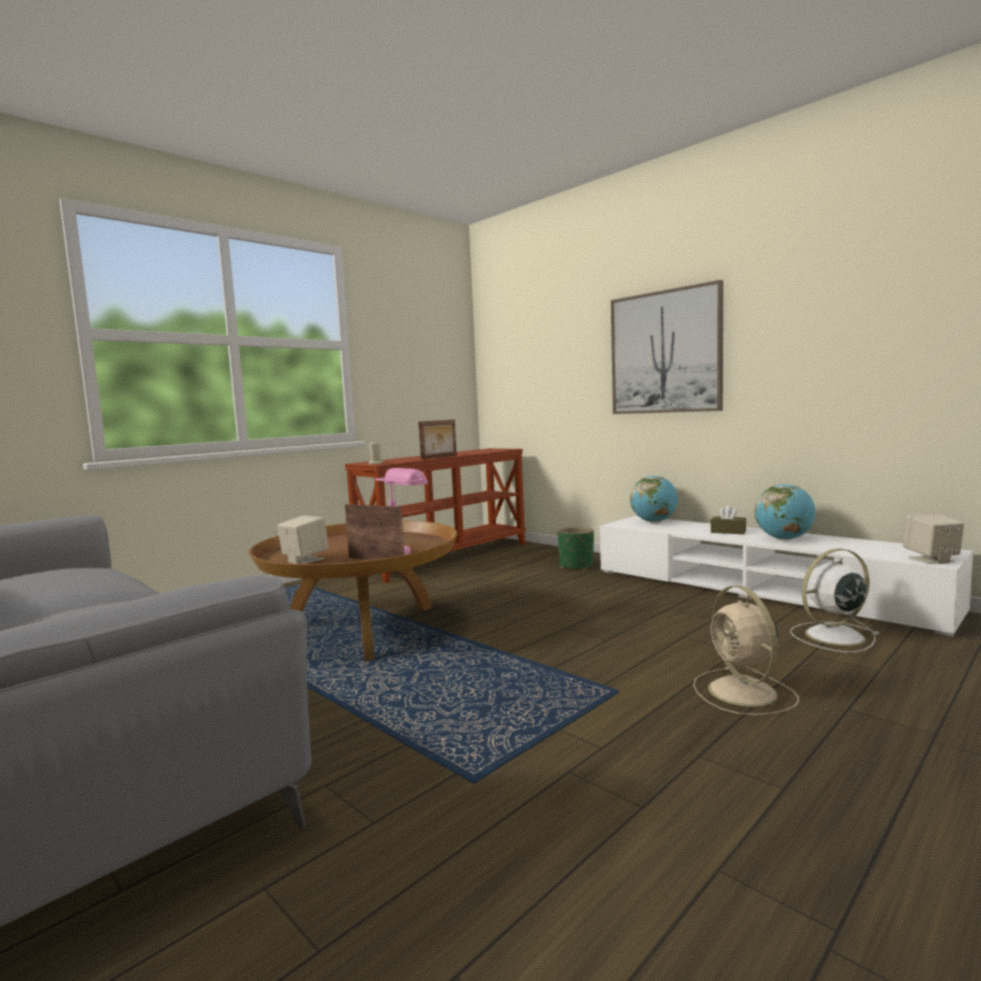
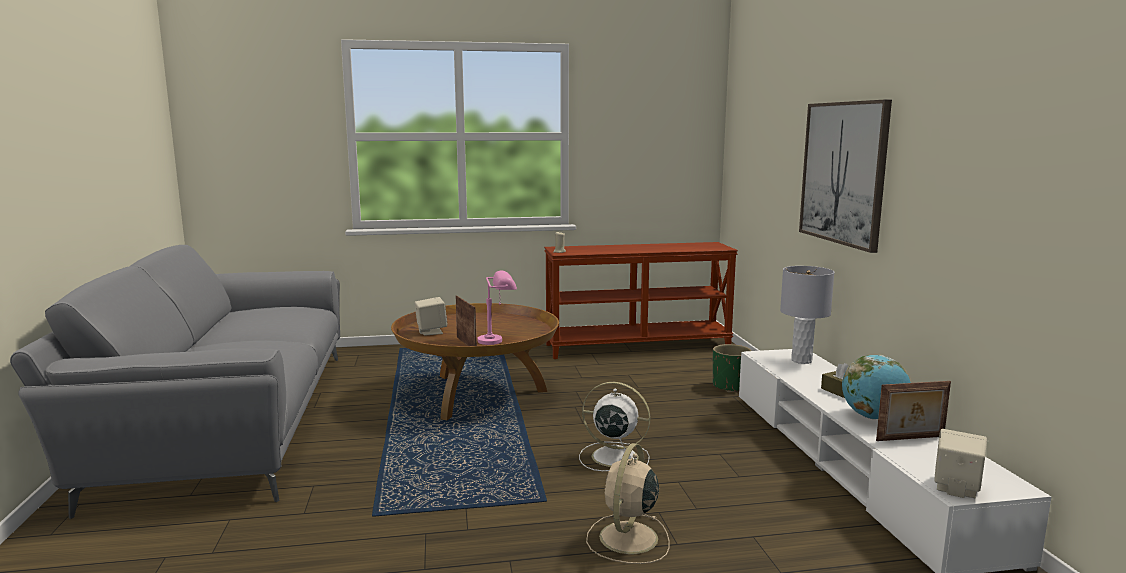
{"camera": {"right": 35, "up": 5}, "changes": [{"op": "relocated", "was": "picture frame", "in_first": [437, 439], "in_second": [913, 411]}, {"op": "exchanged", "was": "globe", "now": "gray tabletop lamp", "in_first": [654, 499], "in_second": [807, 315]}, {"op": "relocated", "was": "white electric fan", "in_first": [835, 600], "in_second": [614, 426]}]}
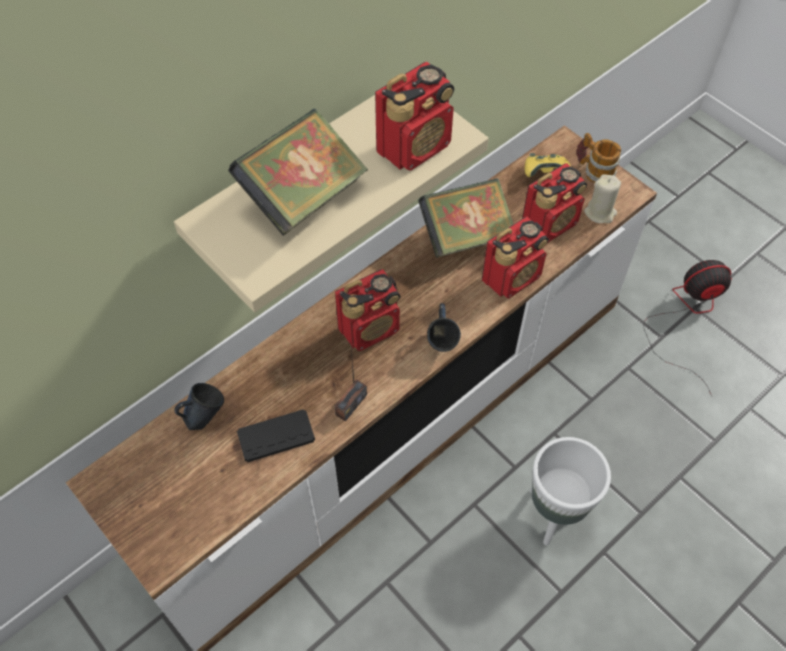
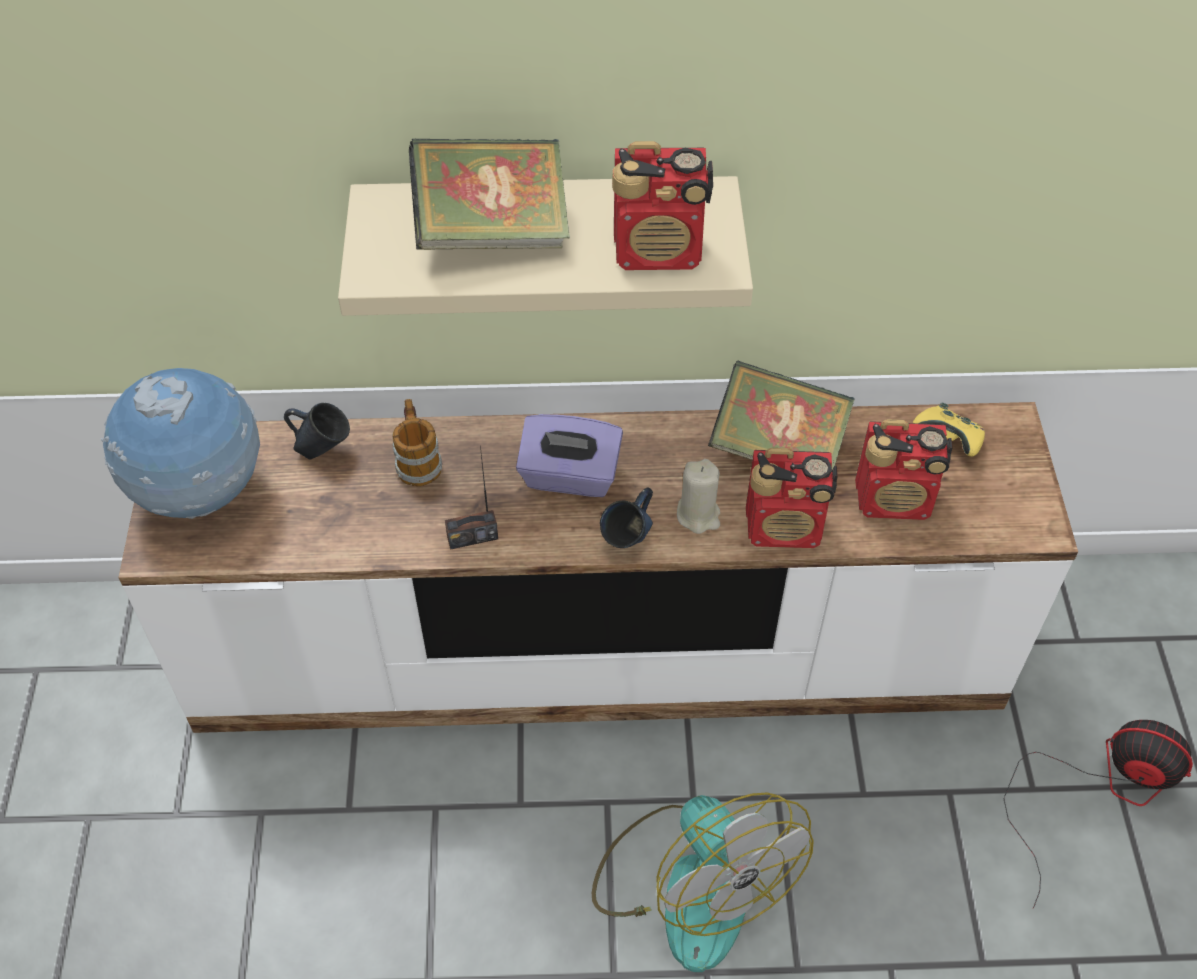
{"camera": {"right": 40, "up": -5}, "changes": [{"op": "missing", "was": "blackish gamepad", "in_first": [276, 436]}, {"op": "exchanged", "was": "radio set", "now": "purplish tissue holder", "in_first": [368, 310], "in_second": [569, 455]}, {"op": "exchanged", "was": "white planter", "now": "electric fan", "in_first": [570, 491], "in_second": [703, 882]}, {"op": "relocated", "was": "mug", "in_first": [598, 158], "in_second": [417, 442]}, {"op": "relocated", "was": "beige wax candle", "in_first": [602, 199], "in_second": [698, 496]}, {"op": "appeared", "now": "globe", "in_second": [180, 443]}]}
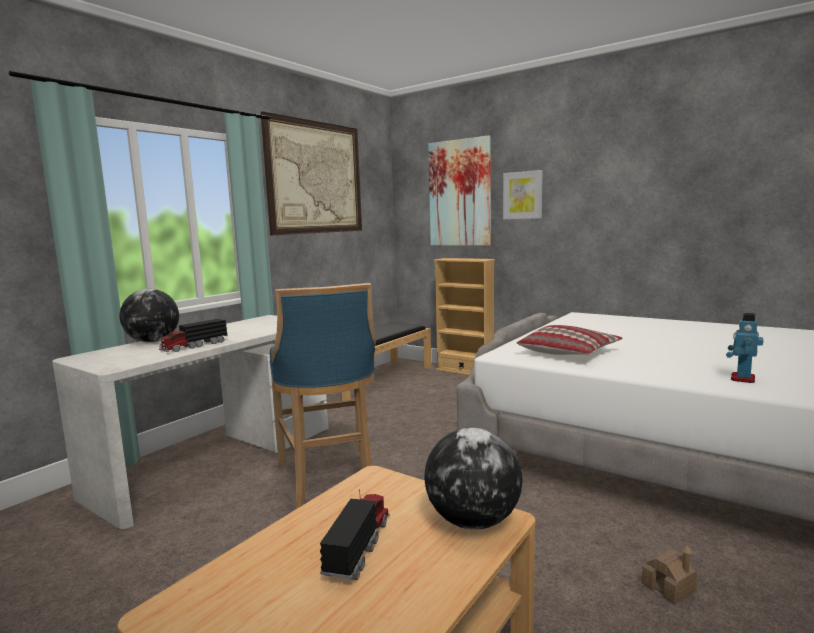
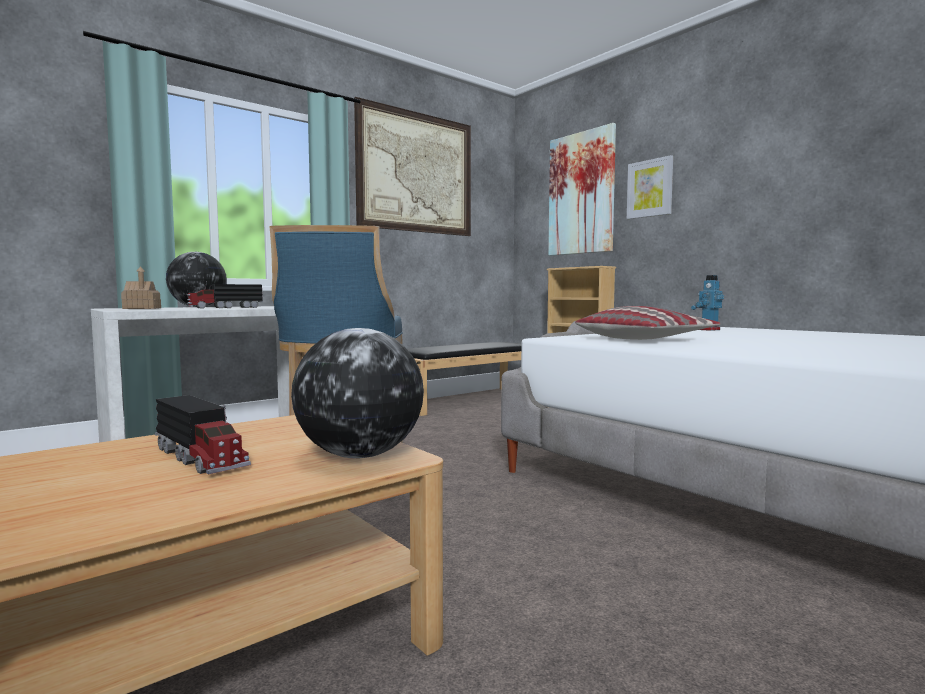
{"camera": {"right": 15, "up": -5}, "changes": [{"op": "spun", "was": "toy lorry", "in_first": [354, 534], "in_second": [203, 435], "clockwise": 105}, {"op": "relocated", "was": "model house", "in_first": [669, 574], "in_second": [141, 287]}, {"op": "relocated", "was": "model robot", "in_first": [745, 348], "in_second": [707, 303]}]}
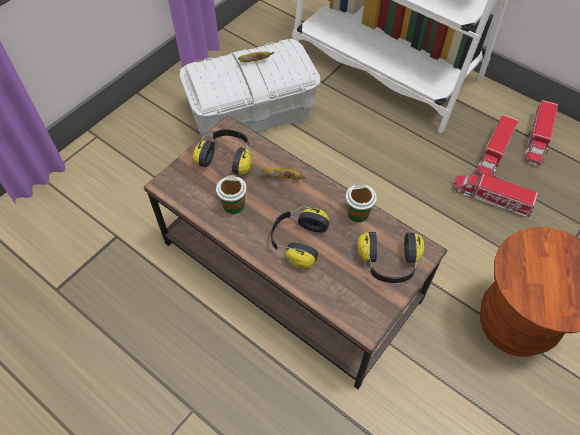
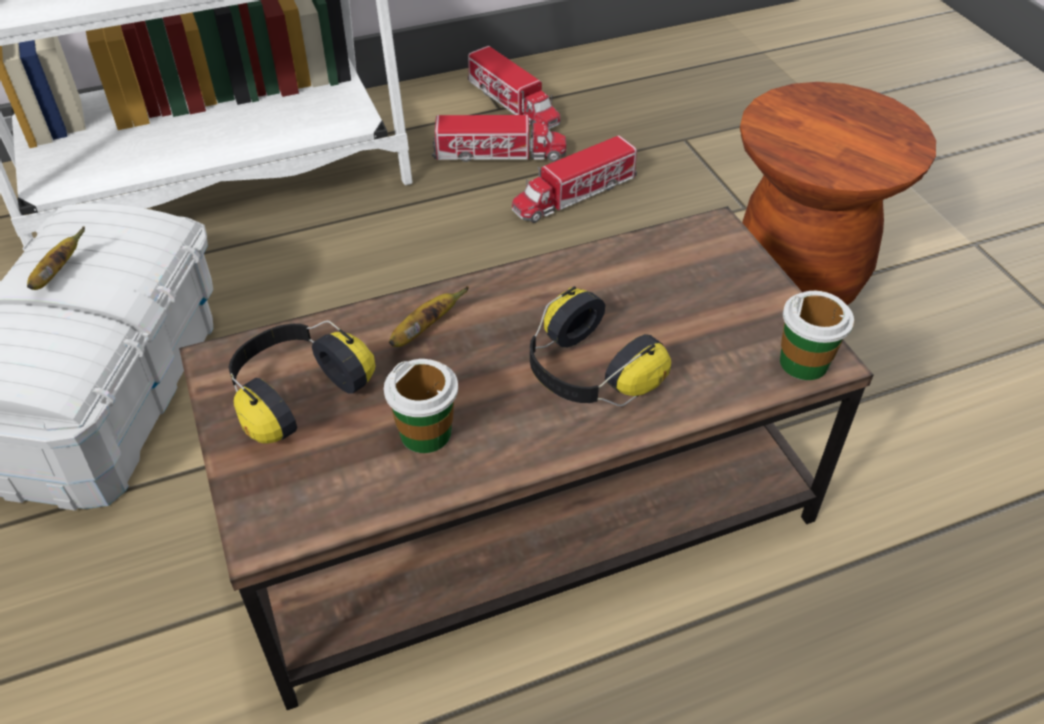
{"camera": {"right": -60, "up": -10}, "changes": [{"op": "relocated", "was": "cup", "in_first": [361, 202], "in_second": [817, 335]}, {"op": "missing", "was": "headset", "in_first": [391, 257]}, {"op": "spun", "was": "toy lorry", "in_first": [496, 146], "in_second": [499, 138], "clockwise": -60}]}
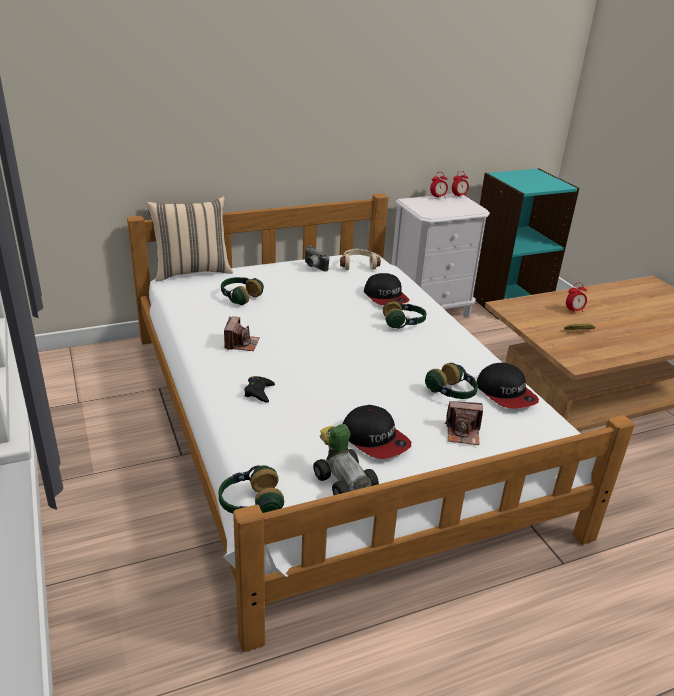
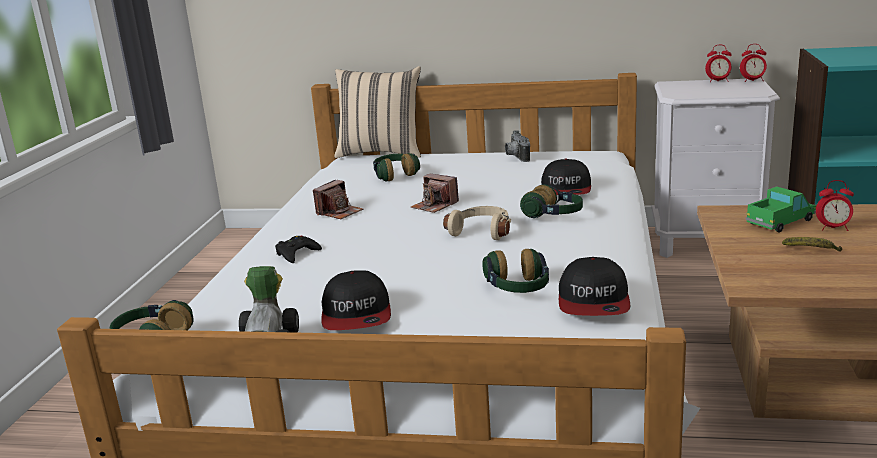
{"camera": {"right": 35, "up": -10}, "changes": [{"op": "relocated", "was": "beige headset", "in_first": [360, 259], "in_second": [477, 223]}, {"op": "relocated", "was": "still camera", "in_first": [464, 423], "in_second": [435, 193]}, {"op": "appeared", "now": "toy lorry", "in_second": [781, 209]}]}
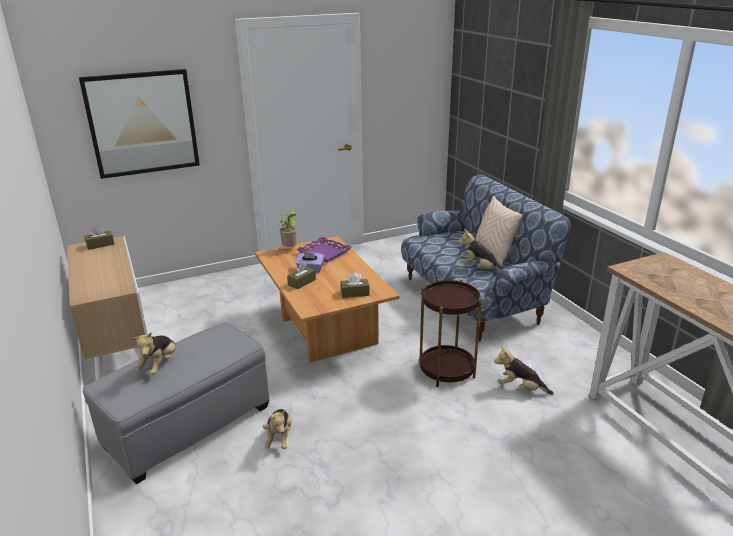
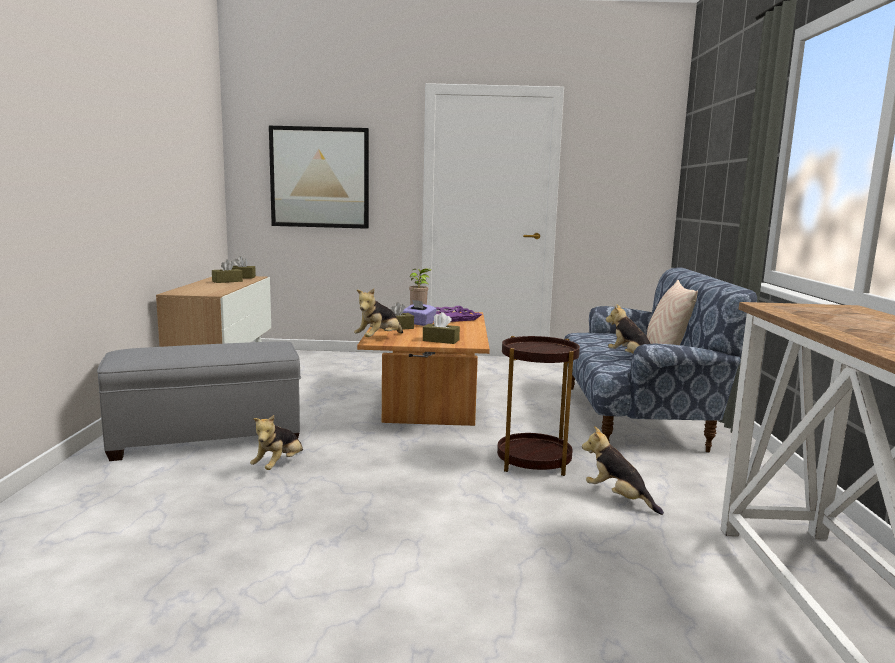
{"camera": {"right": 25, "up": -15}, "changes": [{"op": "relocated", "was": "cuddly toy", "in_first": [155, 353], "in_second": [378, 313]}, {"op": "appeared", "now": "brownish tissue holder", "in_second": [227, 271]}]}
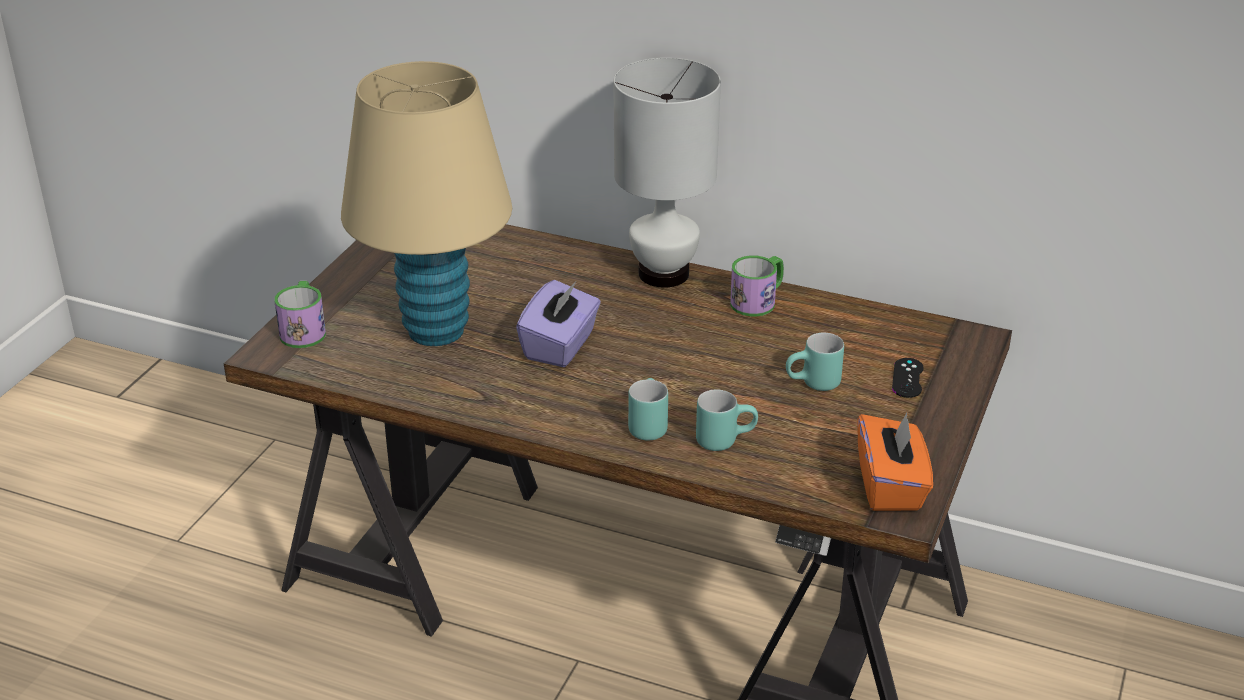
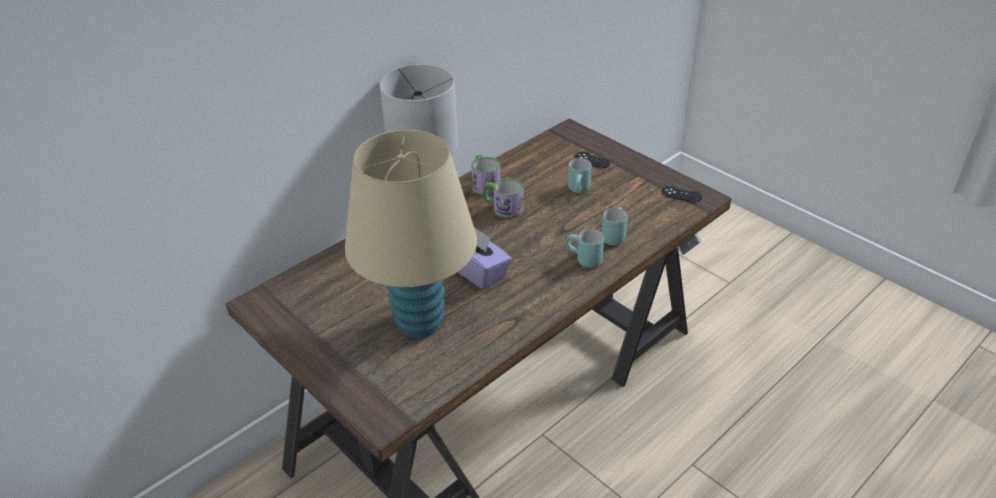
{"camera": {"right": -65, "up": 5}, "changes": [{"op": "relocated", "was": "mug", "in_first": [300, 314], "in_second": [503, 198]}, {"op": "exchanged", "was": "orange tissue holder", "now": "blackish gamepad", "in_first": [895, 461], "in_second": [682, 194]}]}
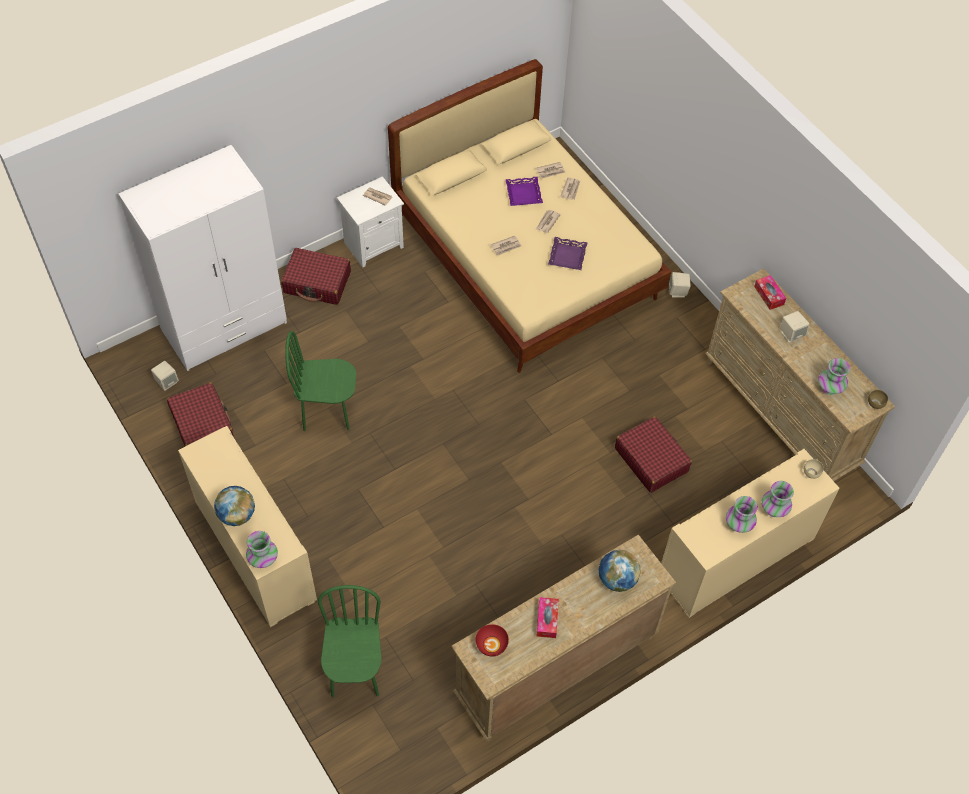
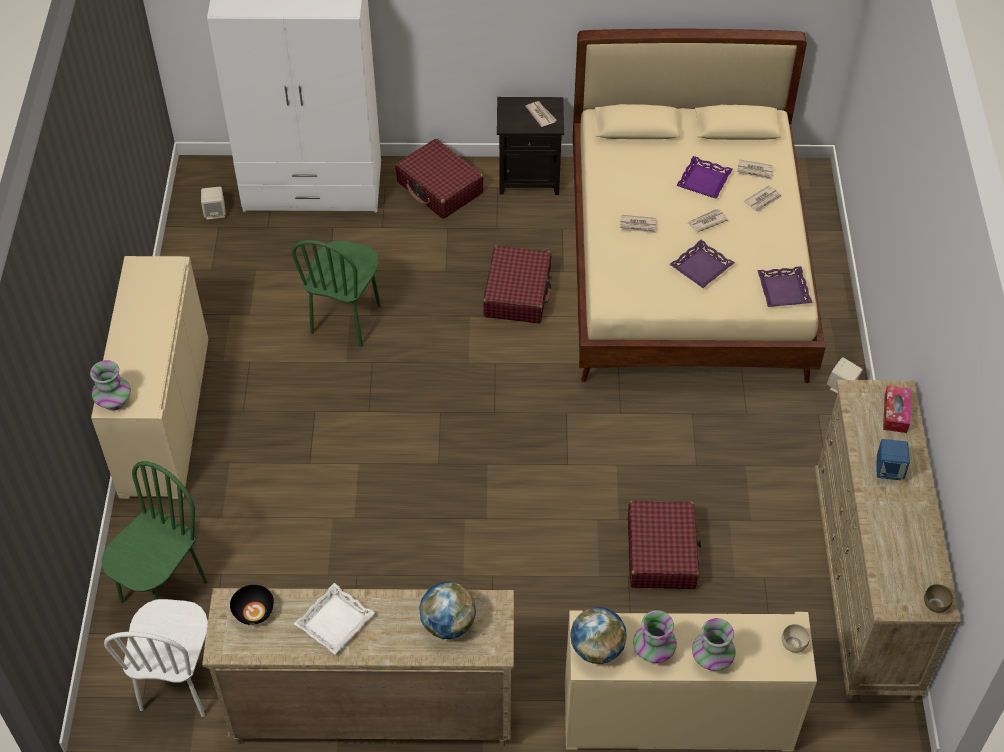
{"camera": {"right": 35, "up": -5}, "changes": [{"op": "relocated", "was": "red-coloured suitcase", "in_first": [200, 414], "in_second": [517, 284]}, {"op": "relocated", "was": "globe", "in_first": [234, 506], "in_second": [598, 635]}, {"op": "spun", "was": "green-coloured plain chair", "in_first": [320, 381], "in_second": [336, 293], "clockwise": -105}, {"op": "colour", "was": "white night table", "now": "blackish night table", "in_first": [370, 221], "in_second": [530, 146]}, {"op": "colour", "was": "red-coloured bowl", "now": "blackish bowl", "in_first": [492, 640], "in_second": [252, 605]}, {"op": "exchanged", "was": "tissue holder", "now": "white tray", "in_first": [548, 617], "in_second": [334, 618]}, {"op": "colour", "was": "beige audio speaker", "now": "blue-coloured audio speaker", "in_first": [794, 327], "in_second": [893, 459]}, {"op": "missing", "was": "flower vase", "in_first": [834, 376]}, {"op": "appeared", "now": "white plain chair", "in_second": [156, 658]}, {"op": "appeared", "now": "purplish tray", "in_second": [785, 286]}]}
